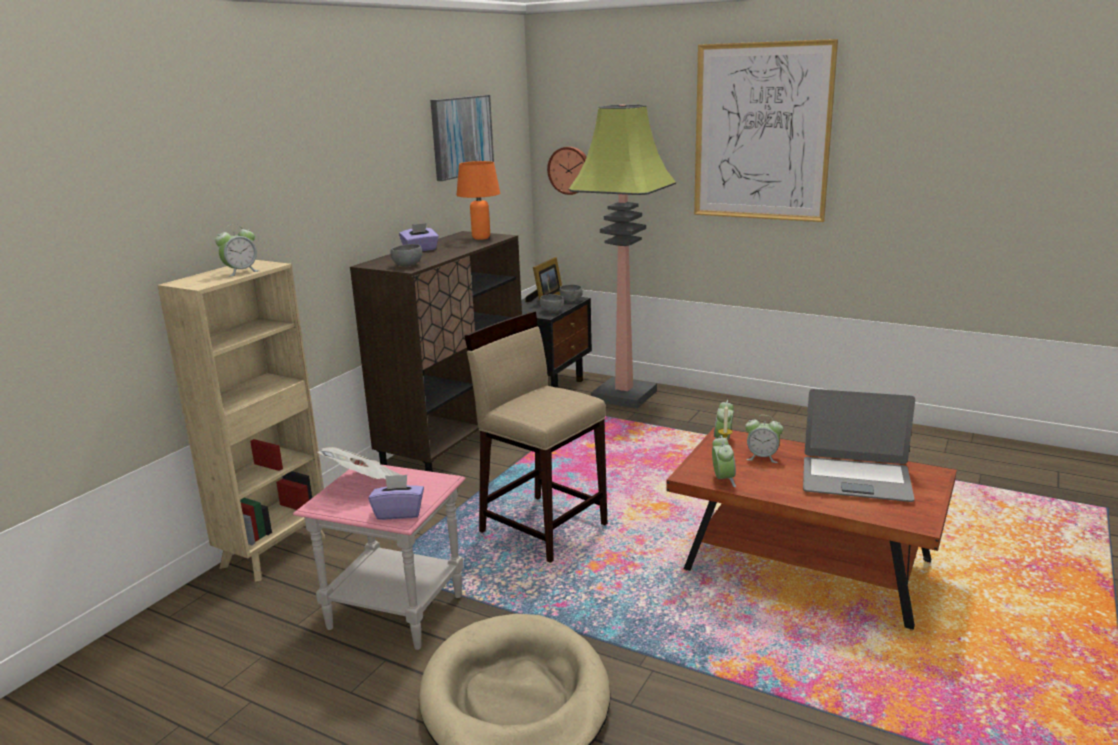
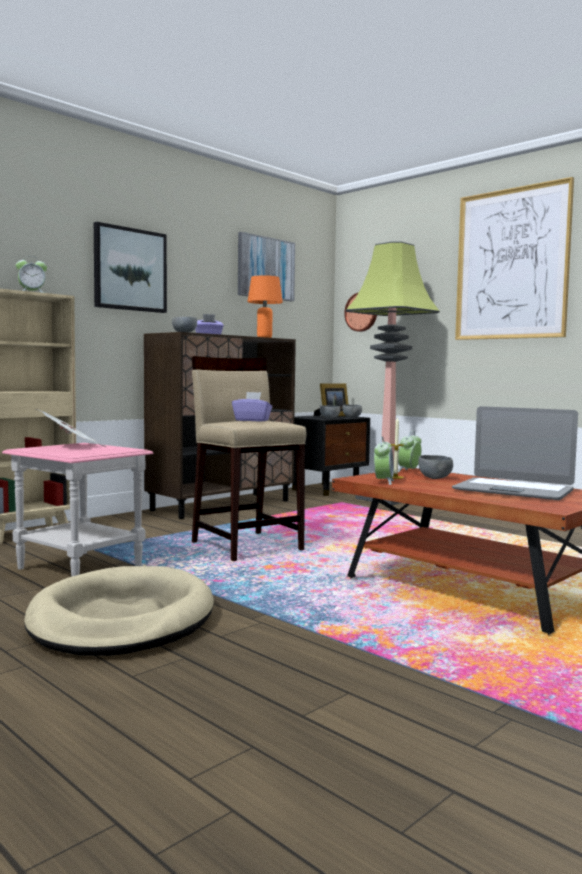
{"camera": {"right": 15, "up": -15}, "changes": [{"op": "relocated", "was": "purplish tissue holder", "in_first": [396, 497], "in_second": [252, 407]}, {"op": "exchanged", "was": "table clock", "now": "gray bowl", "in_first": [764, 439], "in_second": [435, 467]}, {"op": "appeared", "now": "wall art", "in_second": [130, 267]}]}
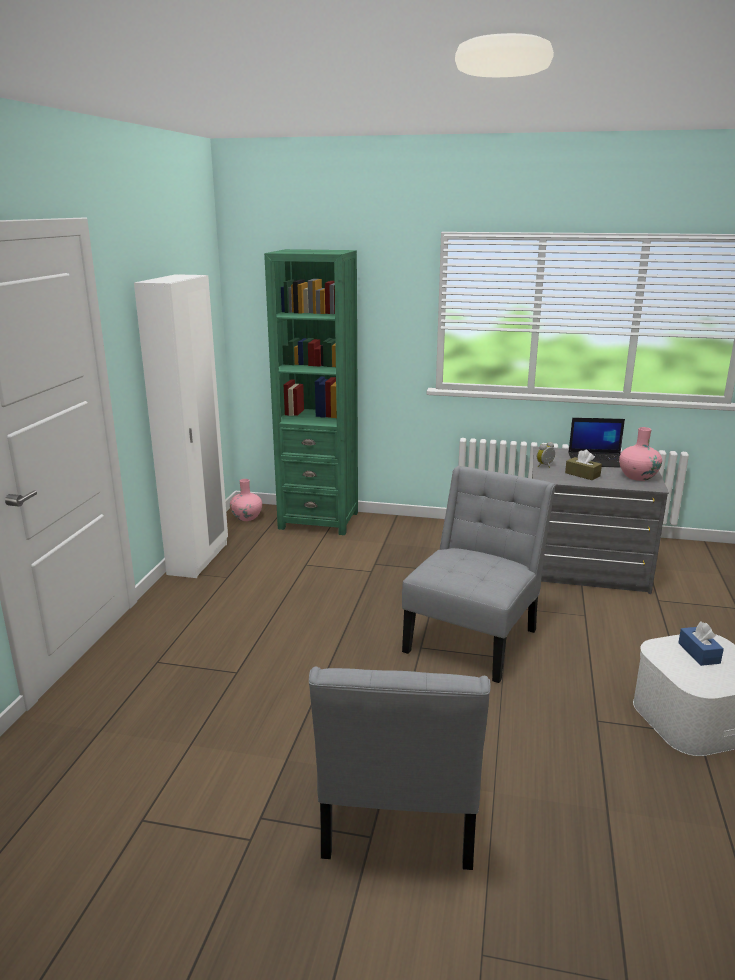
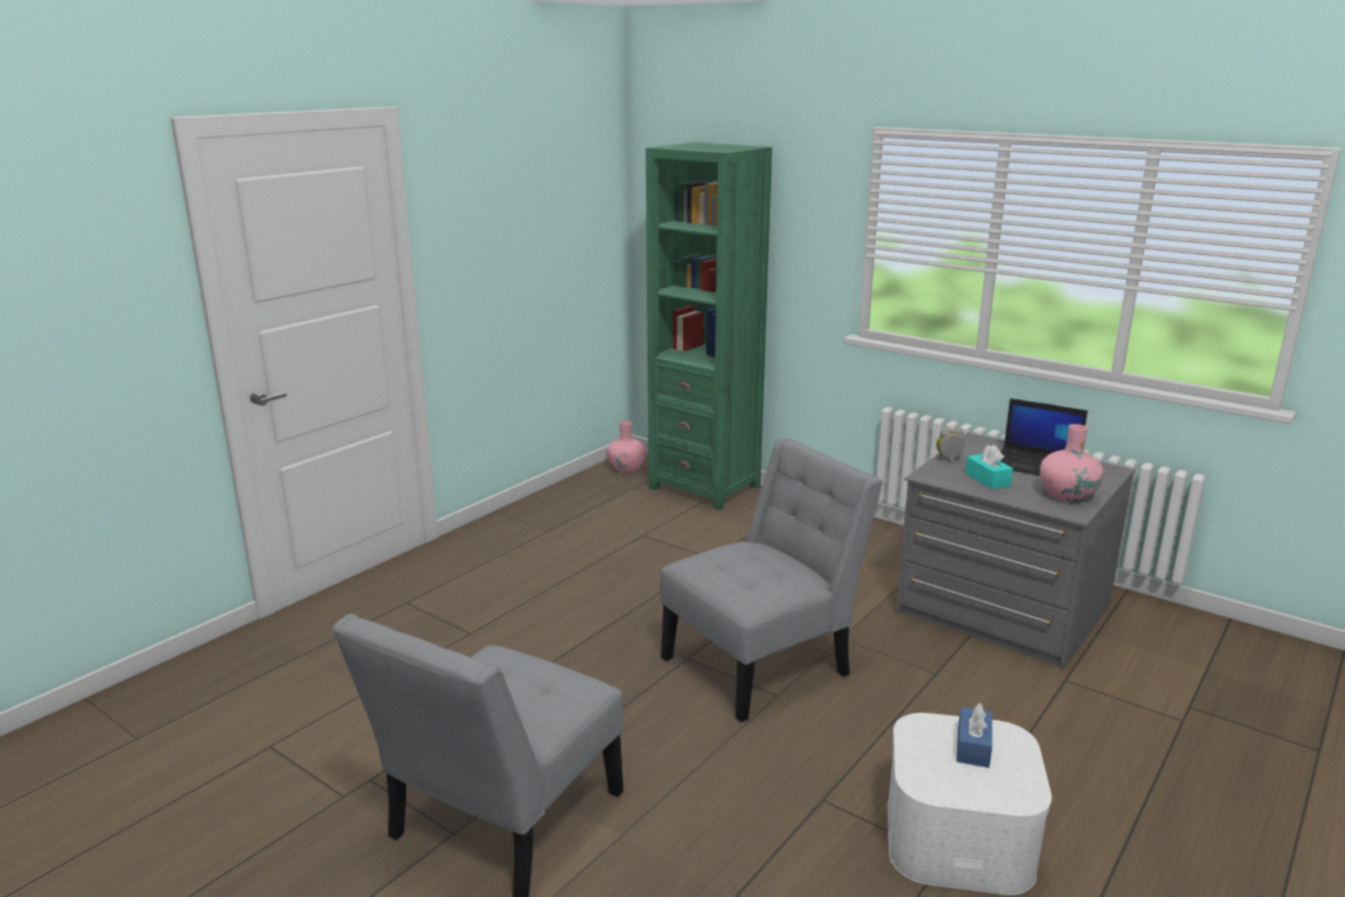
{"camera": {"right": 25, "up": 0}, "changes": [{"op": "missing", "was": "white clothes cupboard", "in_first": [181, 426]}, {"op": "colour", "was": "brownish tissue holder", "now": "turquoise tissue holder", "in_first": [583, 465], "in_second": [989, 467]}]}
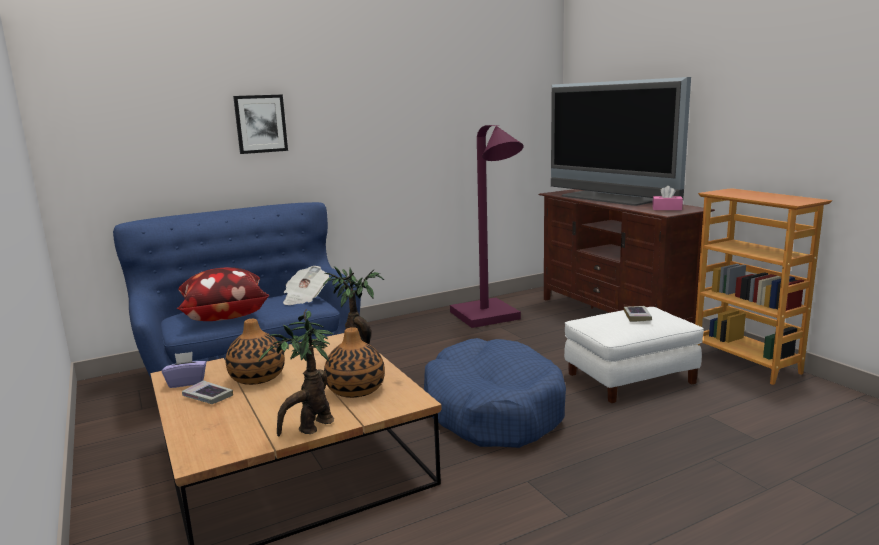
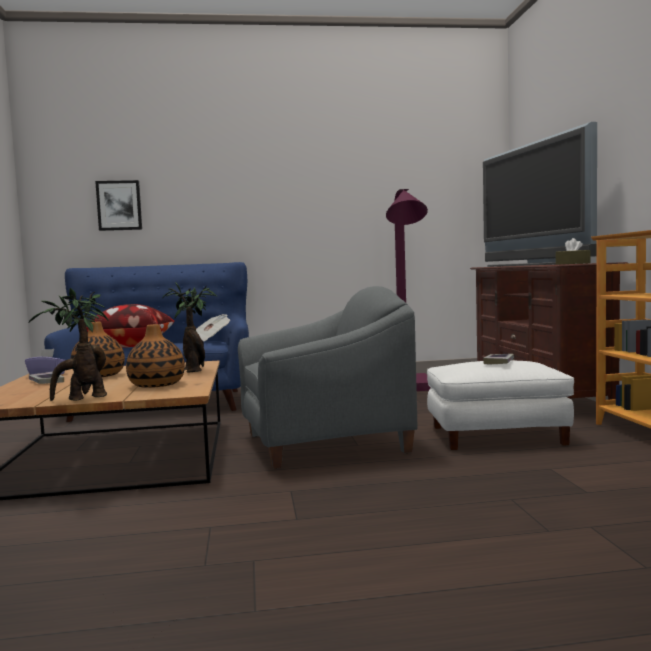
{"camera": {"right": 20, "up": -10}, "changes": [{"op": "relocated", "was": "wall art", "in_first": [260, 124], "in_second": [118, 205]}, {"op": "exchanged", "was": "blue-coloured pet bed", "now": "gray lounge chair", "in_first": [495, 393], "in_second": [328, 377]}, {"op": "colour", "was": "pinkish tissue holder", "now": "brownish tissue holder", "in_first": [668, 198], "in_second": [573, 251]}]}
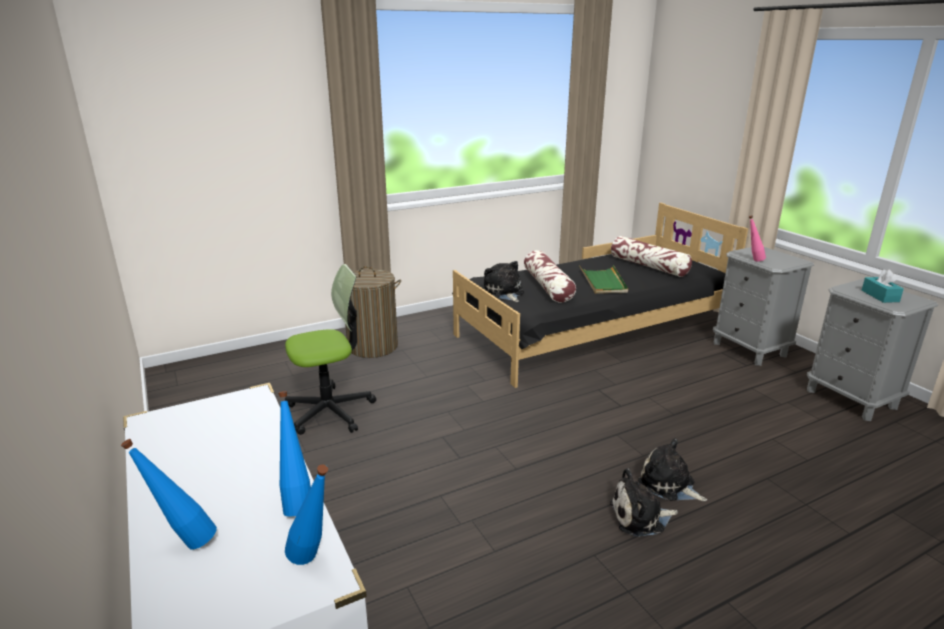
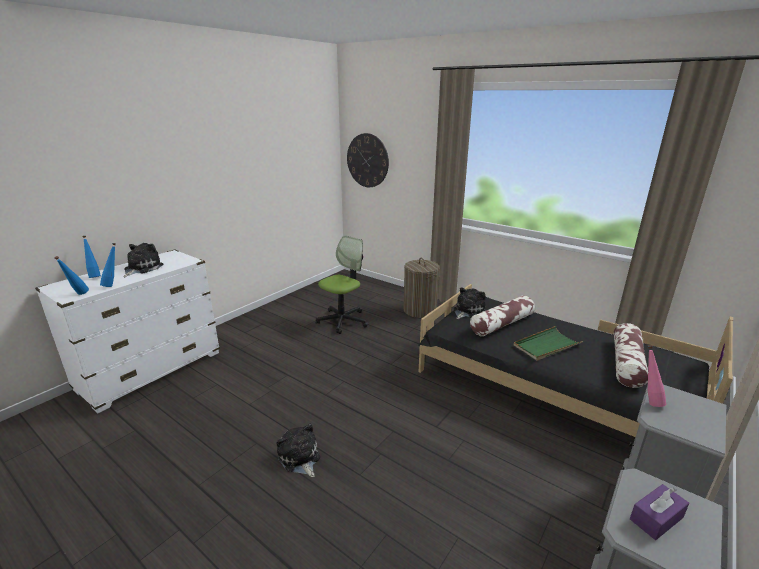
{"camera": {"right": 65, "up": 0}, "changes": [{"op": "spun", "was": "office chair", "in_first": [330, 349], "in_second": [341, 284], "clockwise": -90}, {"op": "relocated", "was": "cuddly toy", "in_first": [672, 469], "in_second": [143, 260]}, {"op": "colour", "was": "turquoise tissue holder", "now": "purplish tissue holder", "in_first": [883, 286], "in_second": [659, 512]}, {"op": "appeared", "now": "clock on the wall", "in_second": [368, 160]}]}
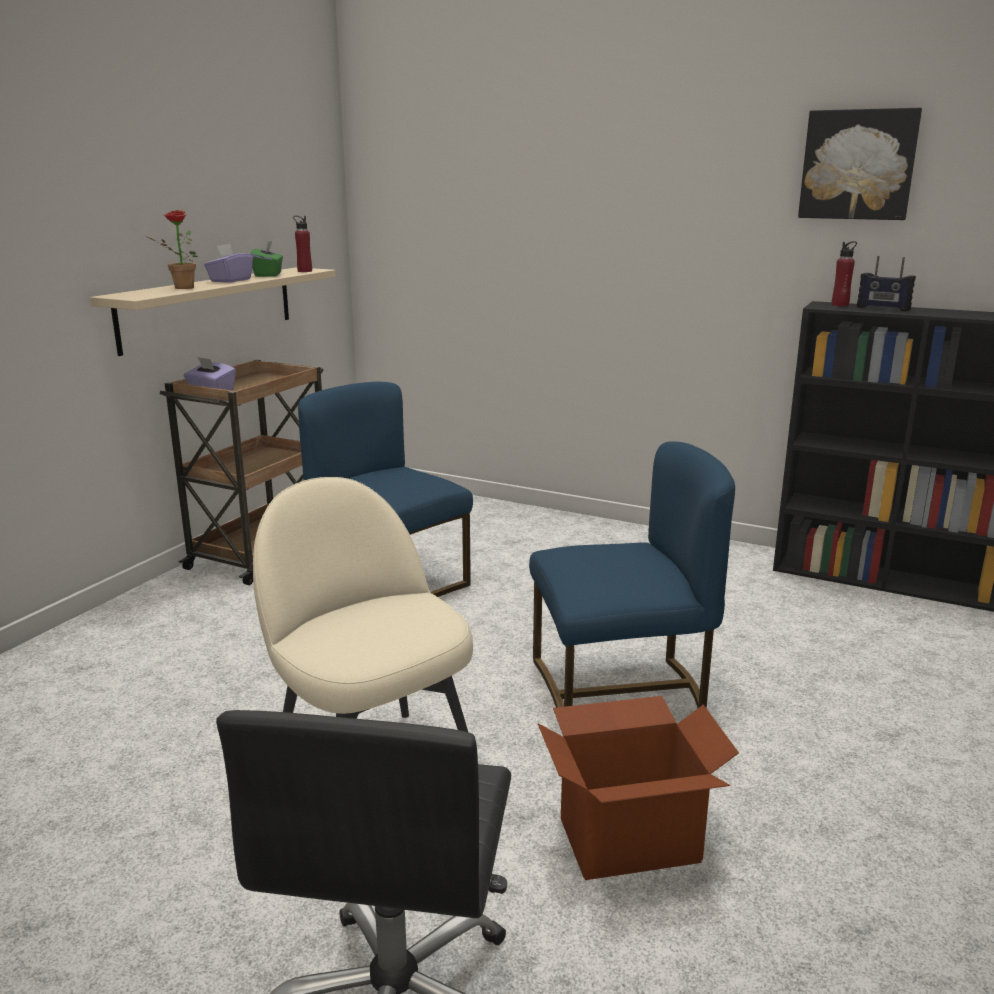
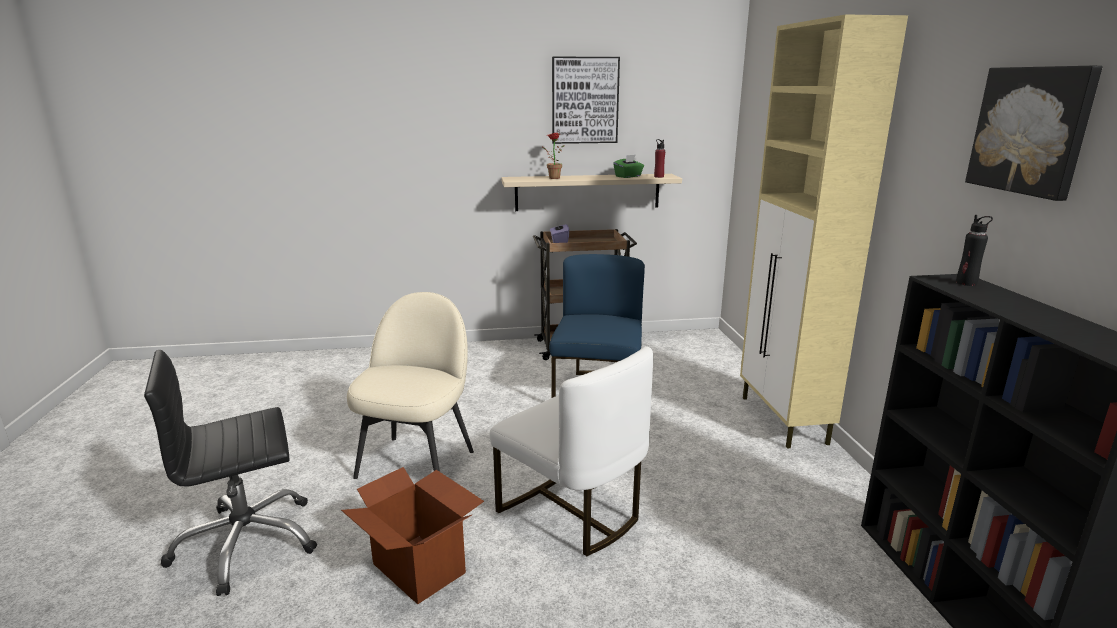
{"camera": {"right": 55, "up": 0}, "changes": [{"op": "missing", "was": "purplish tissue holder", "in_first": [228, 263]}, {"op": "colour", "was": "blue-coloured plain chair", "now": "white plain chair", "in_first": [632, 574], "in_second": [571, 451]}, {"op": "colour", "was": "red-coloured bottle", "now": "blackish bottle", "in_first": [844, 274], "in_second": [974, 250]}, {"op": "missing", "was": "radio set", "in_first": [886, 283]}, {"op": "appeared", "now": "wall art", "in_second": [586, 100]}, {"op": "appeared", "now": "beige cupboard", "in_second": [824, 231]}]}
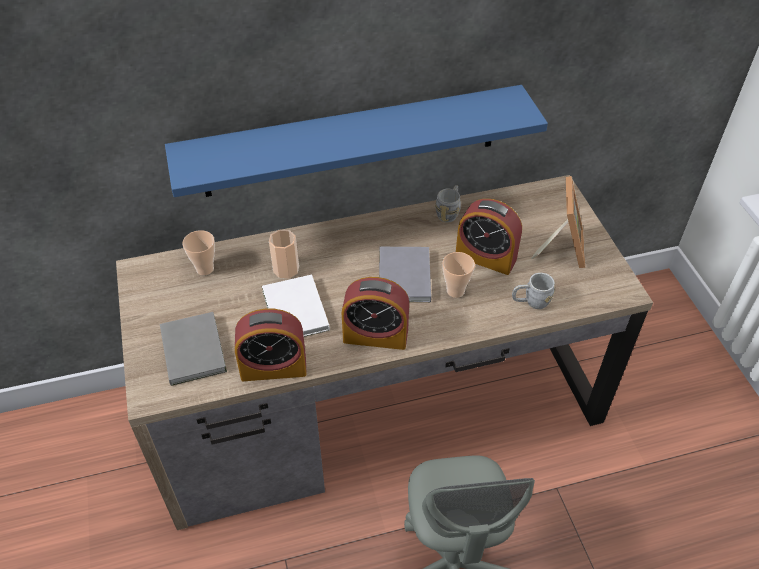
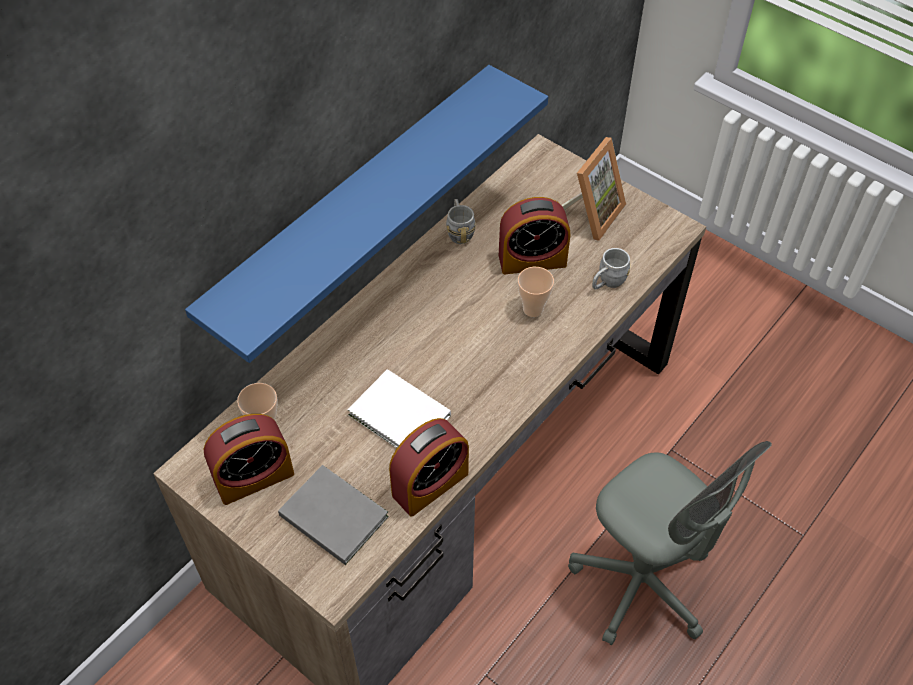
{"camera": {"right": -35, "up": 5}, "changes": [{"op": "missing", "was": "cup", "in_first": [284, 254]}, {"op": "relocated", "was": "table clock", "in_first": [375, 313], "in_second": [249, 459]}, {"op": "missing", "was": "gray volume", "in_first": [405, 274]}, {"op": "spun", "was": "picture frame", "in_first": [558, 222], "in_second": [594, 189], "clockwise": 60}]}
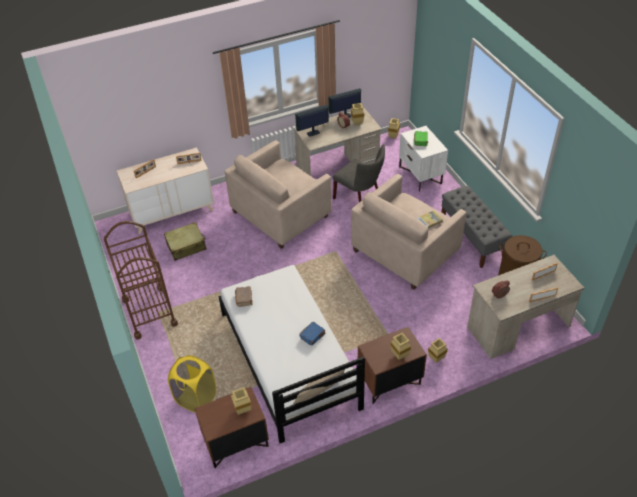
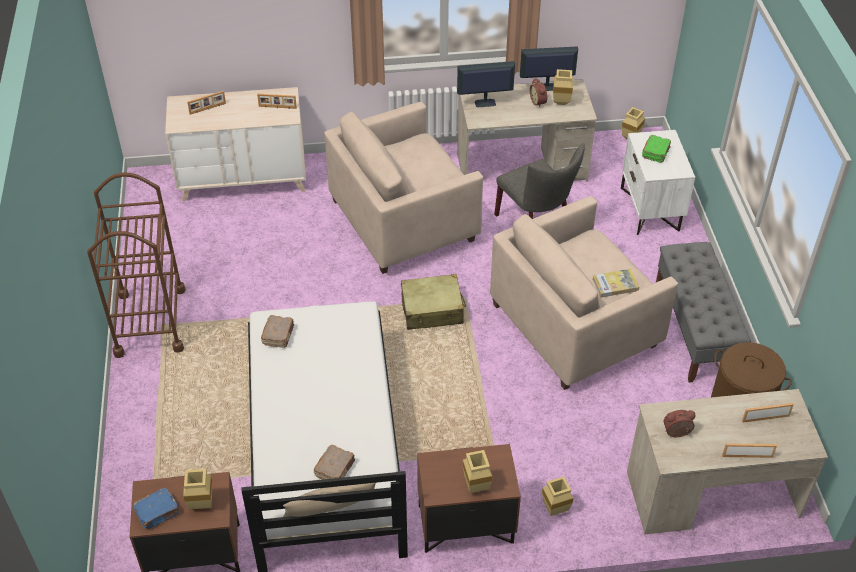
{"camera": {"right": 15, "up": 0}, "changes": [{"op": "relocated", "was": "beige suitcase", "in_first": [185, 241], "in_second": [433, 302]}, {"op": "missing", "was": "yellowish hamper", "in_first": [192, 384]}, {"op": "relocated", "was": "blue-coloured volume", "in_first": [312, 334], "in_second": [156, 508]}, {"op": "appeared", "now": "brownish volume", "in_second": [334, 462]}]}
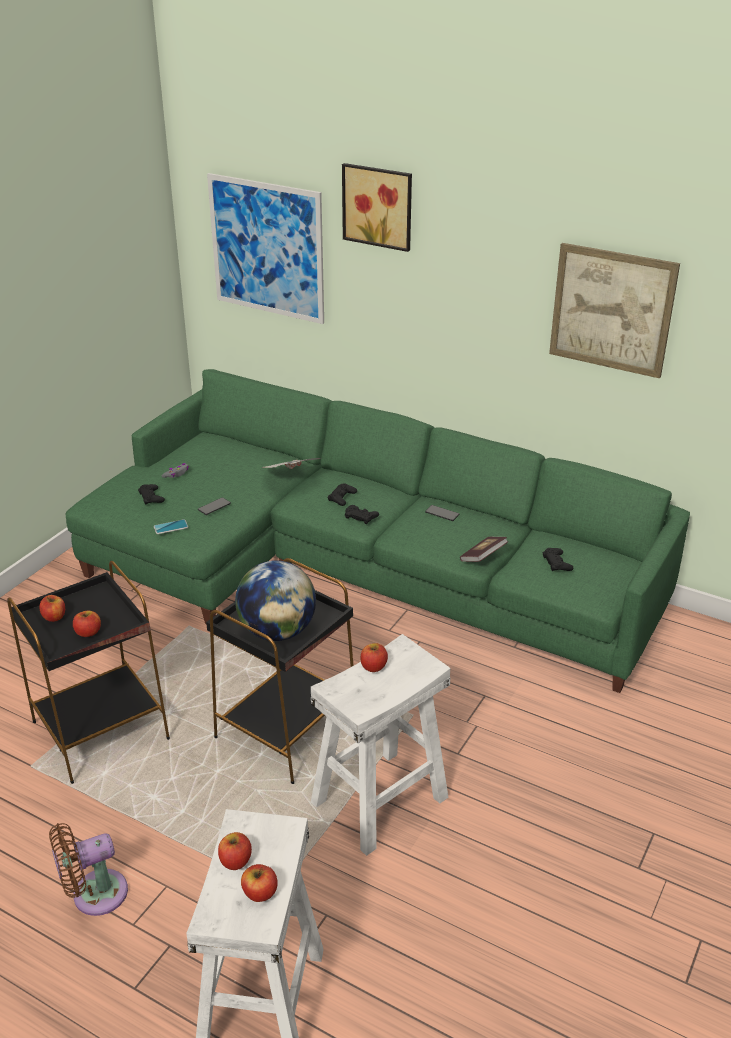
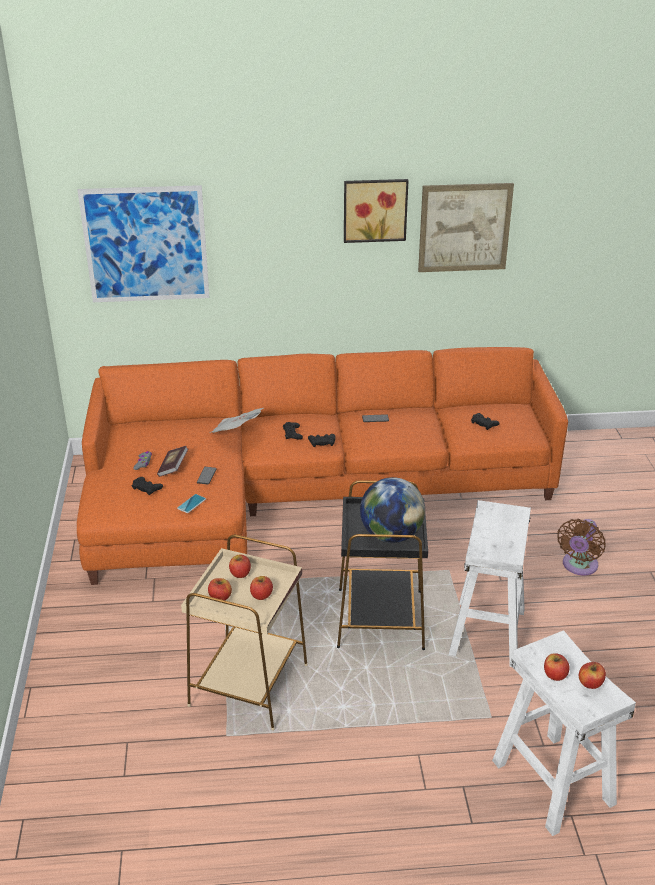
{"camera": {"right": -35, "up": 0}, "changes": [{"op": "colour", "was": "blackish side table", "now": "beige side table", "in_first": [88, 672], "in_second": [244, 632]}, {"op": "relocated", "was": "brownish electric fan", "in_first": [88, 869], "in_second": [581, 547]}, {"op": "colour", "was": "green-coloured settee", "now": "orange settee", "in_first": [377, 531], "in_second": [322, 466]}, {"op": "relocated", "was": "wall art", "in_first": [377, 207], "in_second": [376, 211]}, {"op": "relocated", "was": "whole apple", "in_first": [374, 657], "in_second": [240, 566]}, {"op": "relocated", "was": "volume", "in_first": [484, 549], "in_second": [172, 461]}]}
